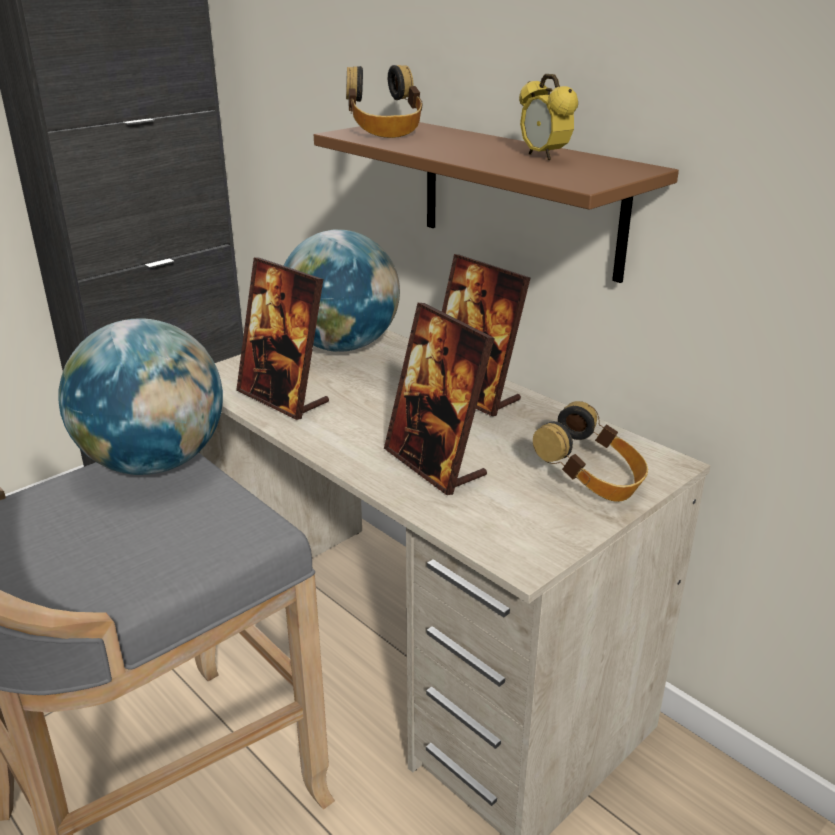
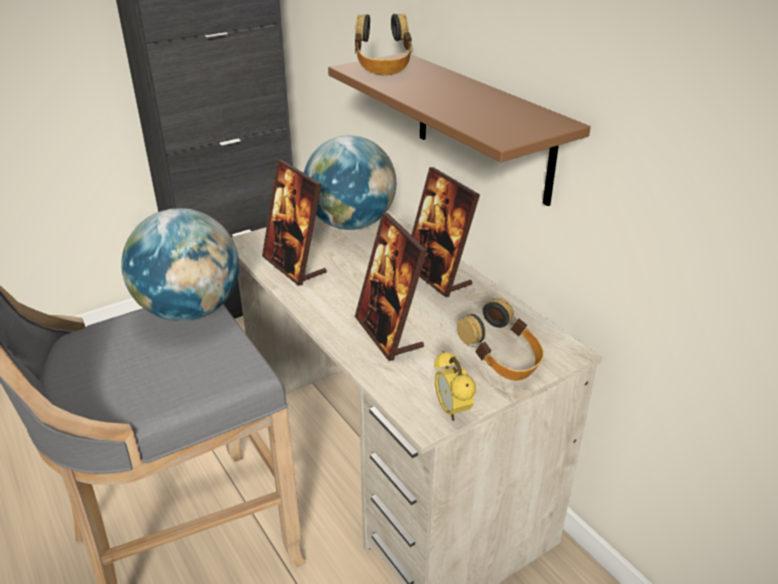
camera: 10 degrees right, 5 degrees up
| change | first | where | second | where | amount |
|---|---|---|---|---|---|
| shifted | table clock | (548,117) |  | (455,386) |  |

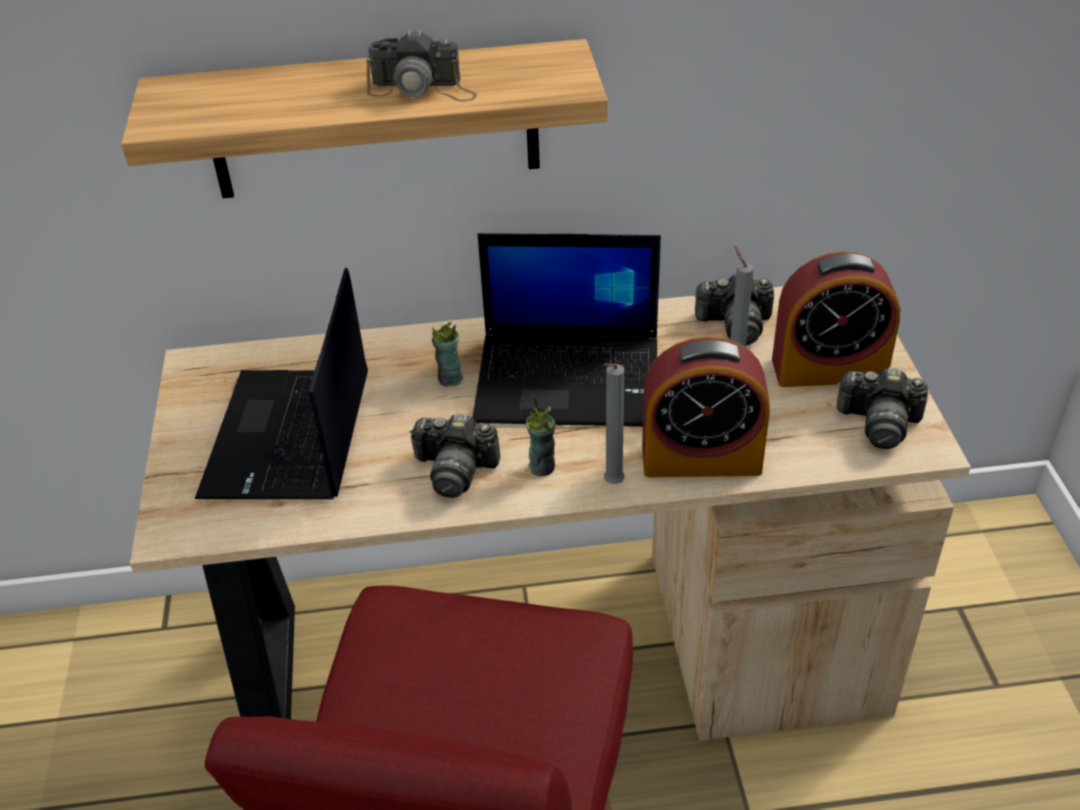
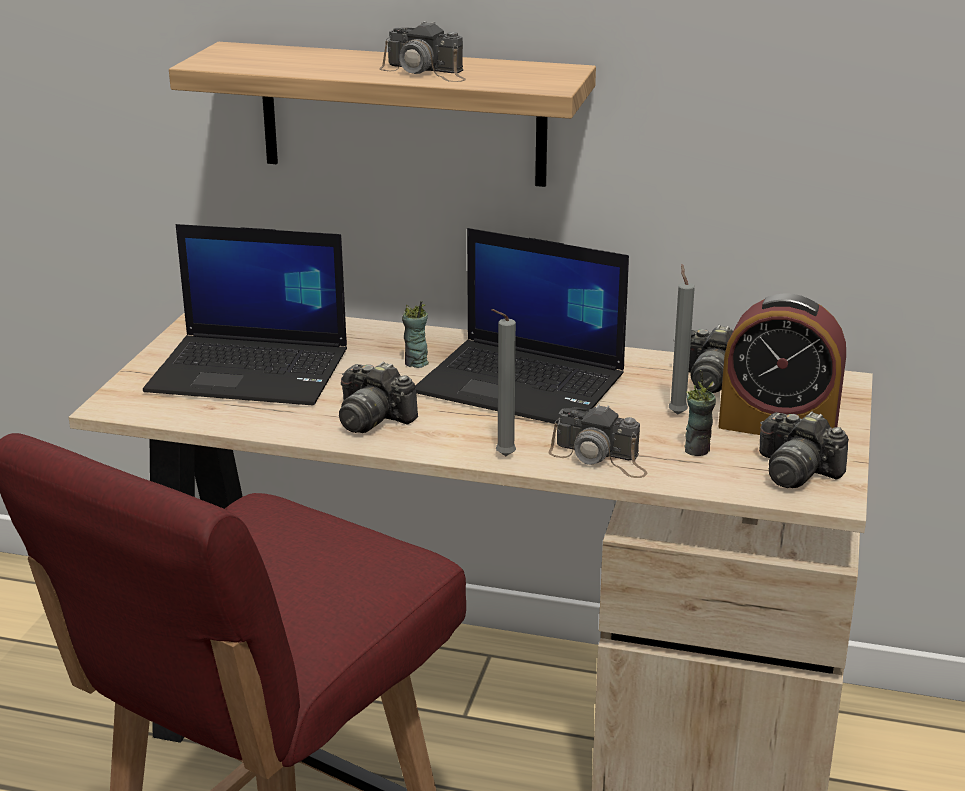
camera: 20 degrees right, 15 degrees down
| change | first | where | second | where | amount |
|---|---|---|---|---|---|
| rotated | portable computer | (281,383) |  | (245,314) | 105 degrees counterclockwise |
| swapped | table clock | (706,407) | photo camera | (598,441) |  |
| shifted | drinking cup | (541,436) |  | (700,413) |  |

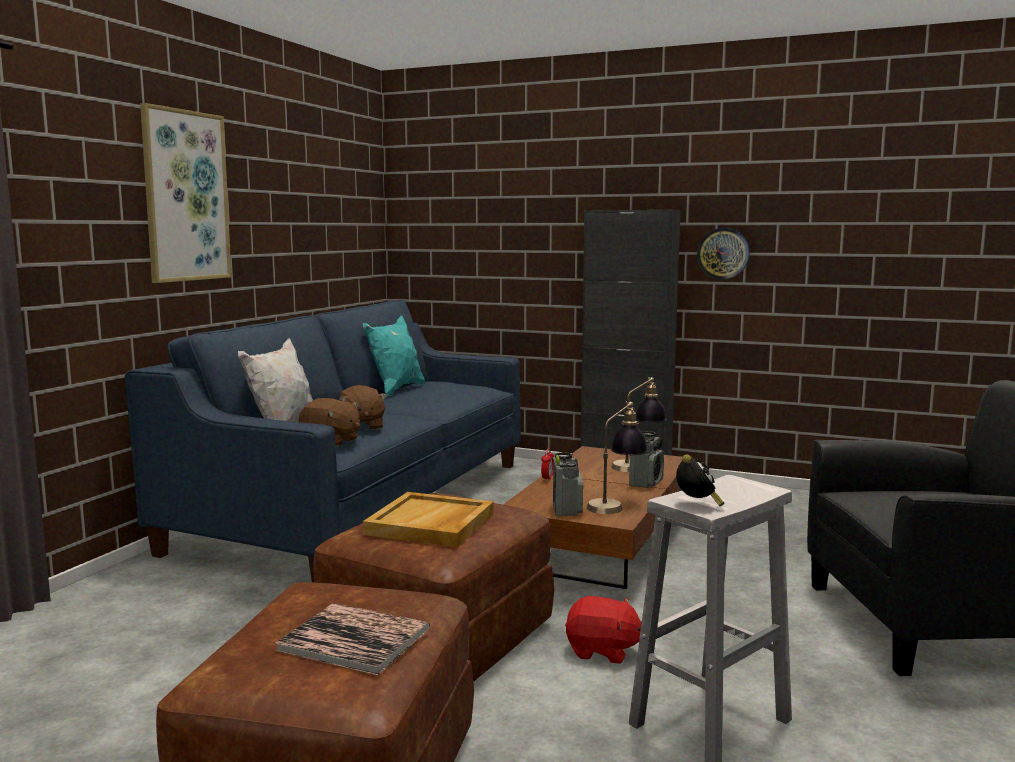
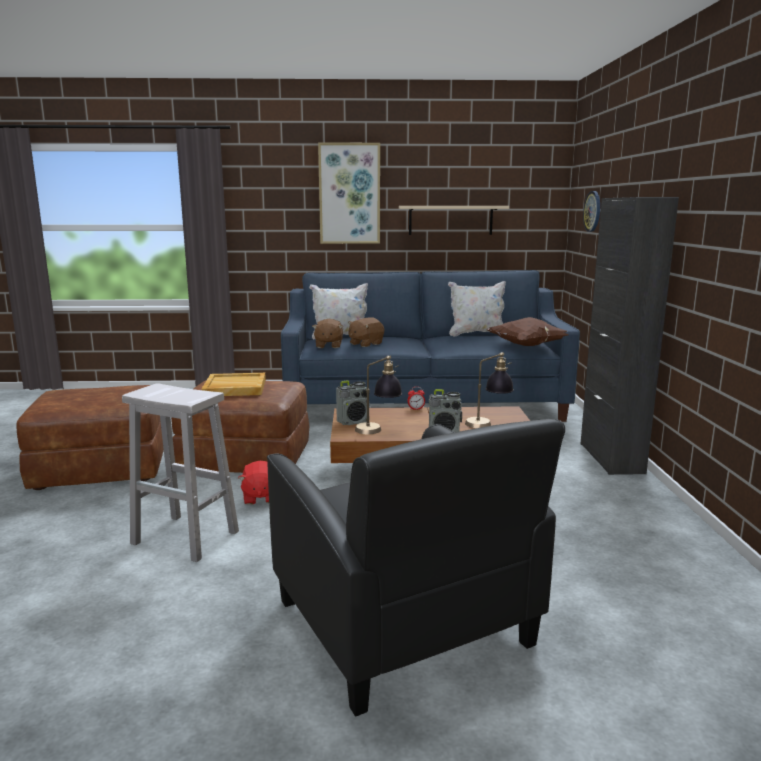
camera: 65 degrees right, 5 degrees up
| change | first | where | second | where | amount |
|---|---|---|---|---|---|
| new |  |  | beige shelf | (454,220) |  |
| repainted | turquoise cushion | (394,355) | whitish cushion | (477,309) |  |
| new |  |  | brownish cushion | (527,331) |  |
| shifted | clock on the wall | (723,254) |  | (591,211) |  |
| gone | volume | (353,639) |  |  |  |
| gone | table clock | (700,480) |  |  |  |

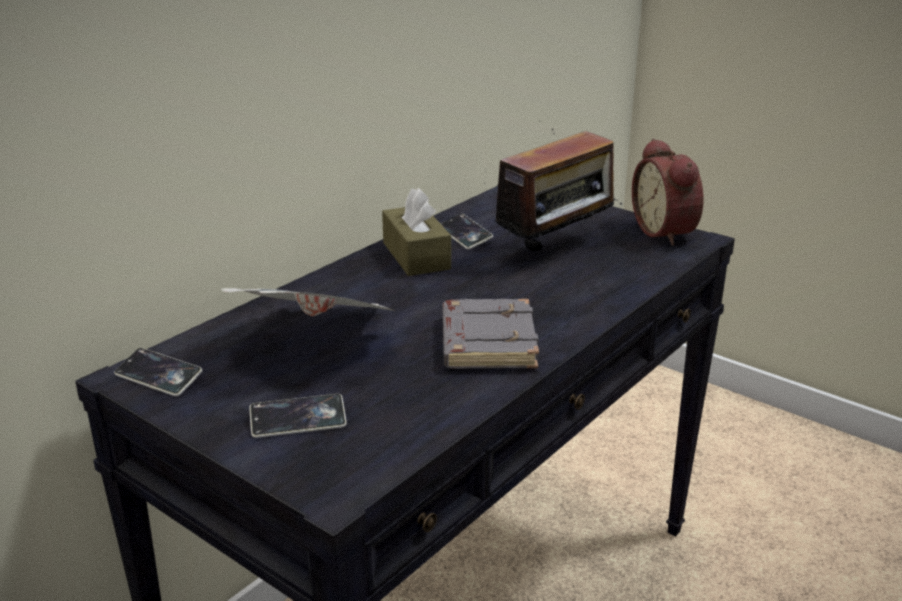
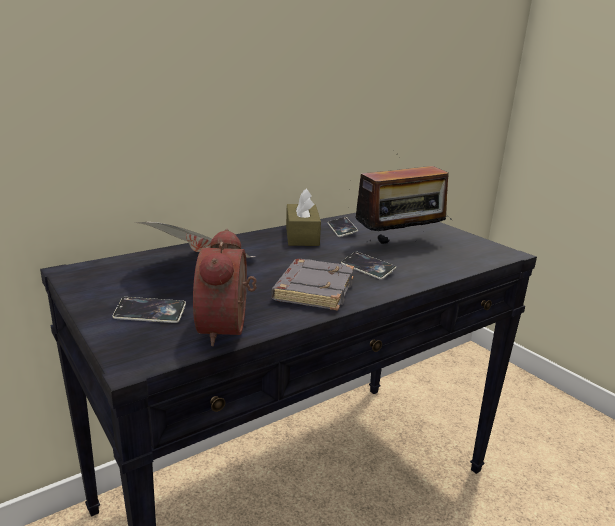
camera: 15 degrees right, 5 degrees down
| change | first | where | second | where | amount |
|---|---|---|---|---|---|
| shifted | table clock | (668,192) |  | (225,288) |  |
| shifted | handset | (158,372) |  | (368,266) |  |

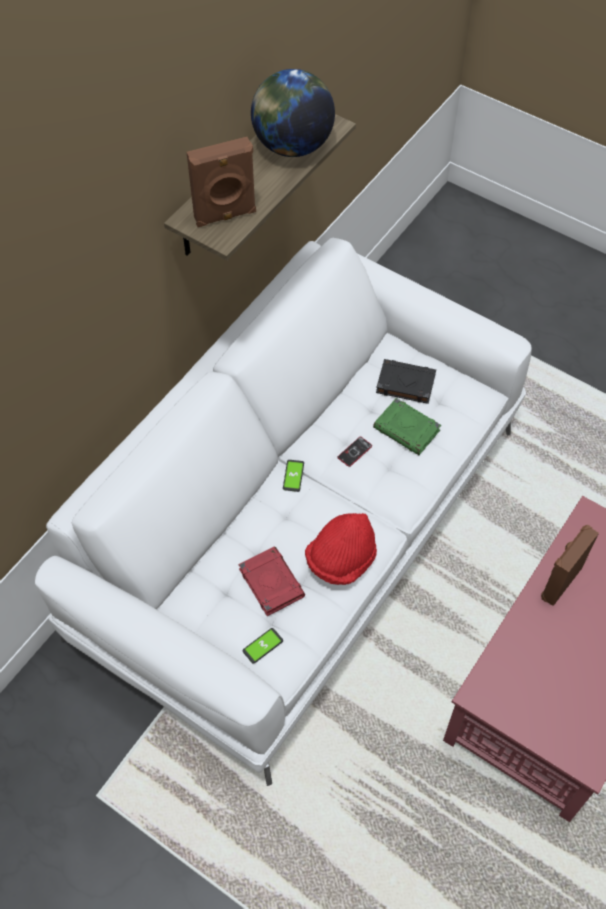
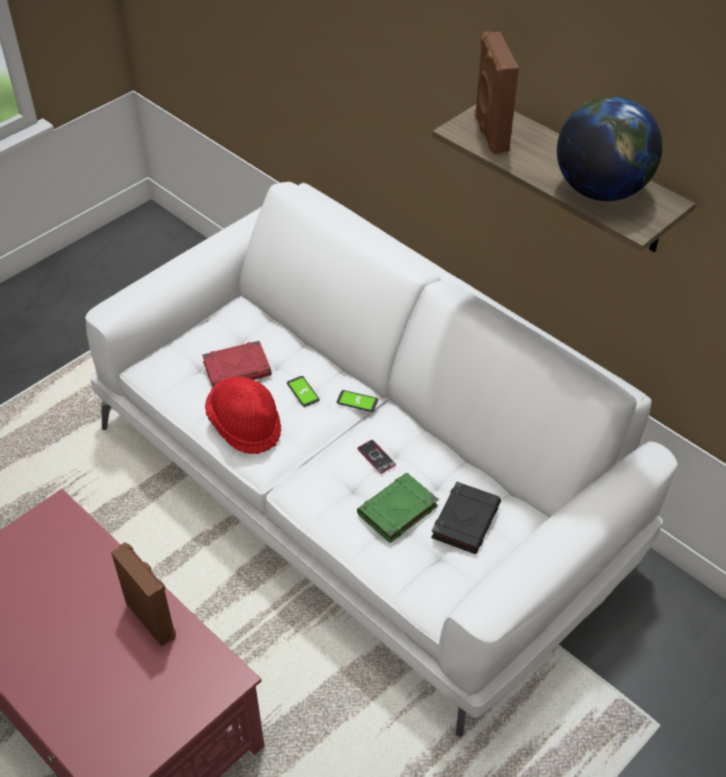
camera: 100 degrees right, 10 degrees down
| change | first | where | second | where | amount |
|---|---|---|---|---|---|
| shifted | handset | (263,646) |  | (303,391) |  |

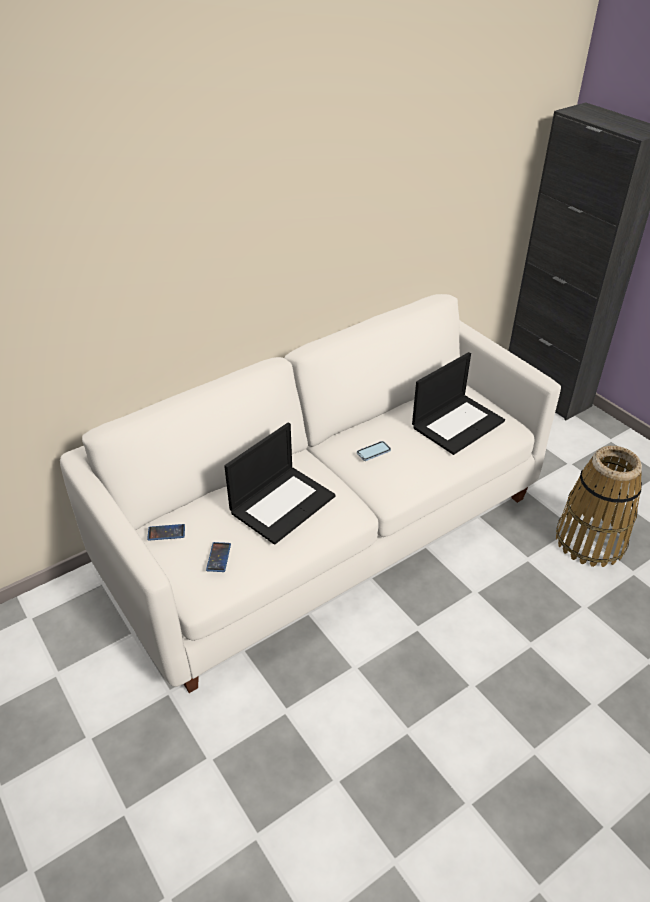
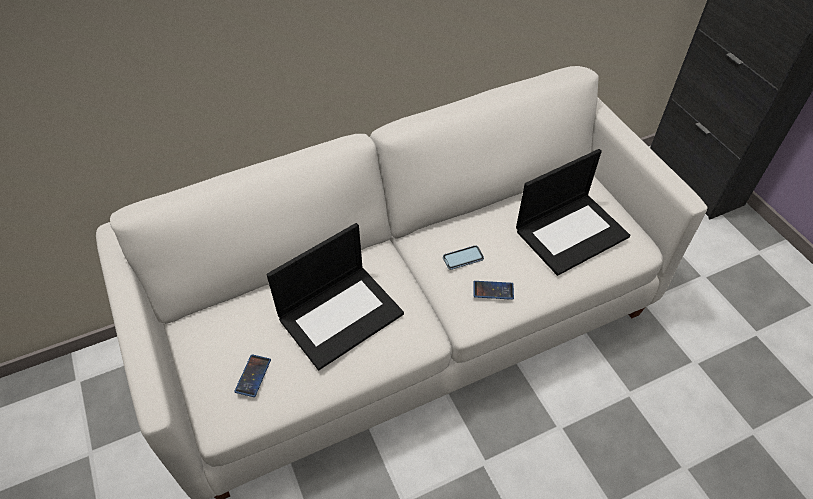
camera: 10 degrees right, 10 degrees up
| change | first | where | second | where | amount |
|---|---|---|---|---|---|
| shifted | handset | (166,532) |  | (493,290) |  |
| gone | storage basket | (599,506) |  |  |  |

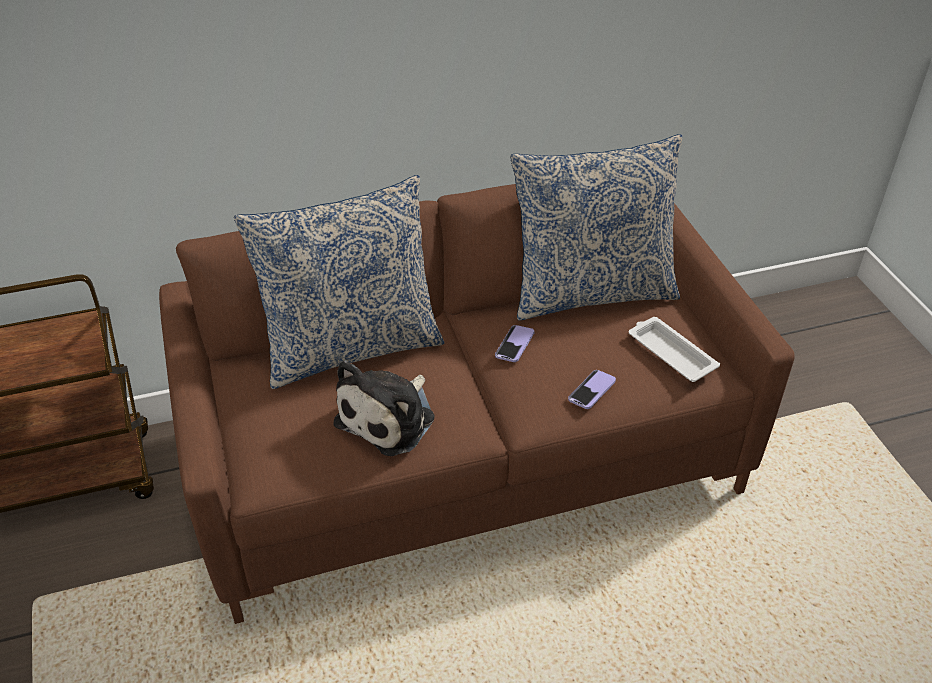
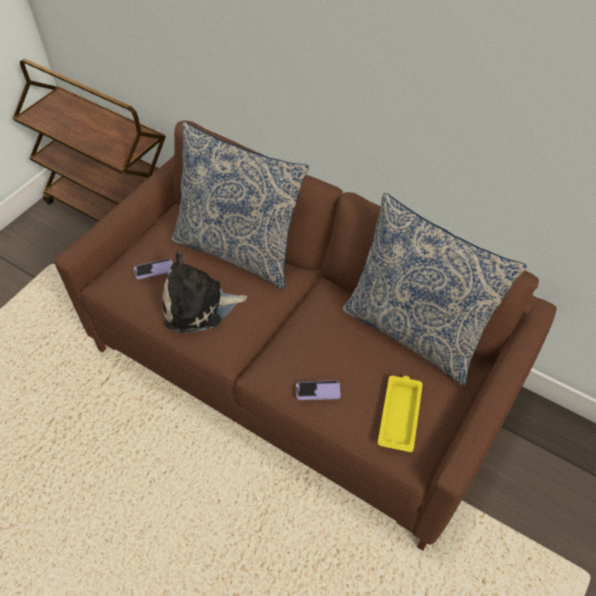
camera: 50 degrees right, 10 degrees up
| change | first | where | second | where | amount |
|---|---|---|---|---|---|
| shifted | handset | (514,343) |  | (153,269) |  |
| repainted | whitish tray | (674,349) | yellowish tray | (400,414) |  |

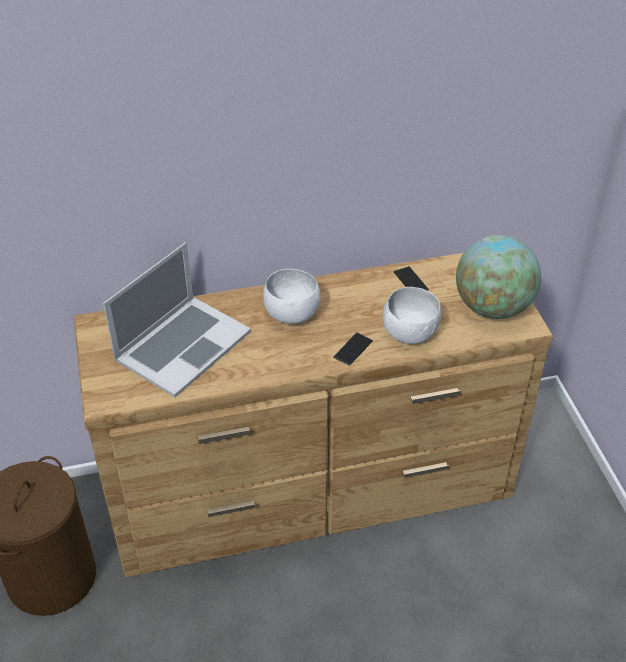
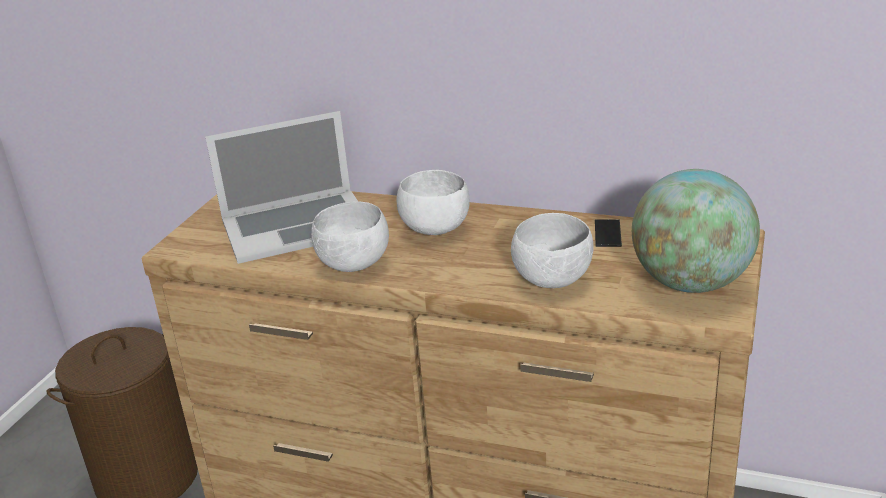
camera: 35 degrees right, 15 degrees down
| change | first | where | second | where | amount |
|---|---|---|---|---|---|
| new |  |  | whitish serving bowl | (350,237) |  |
| gone | handset | (353,349) |  |  |  |

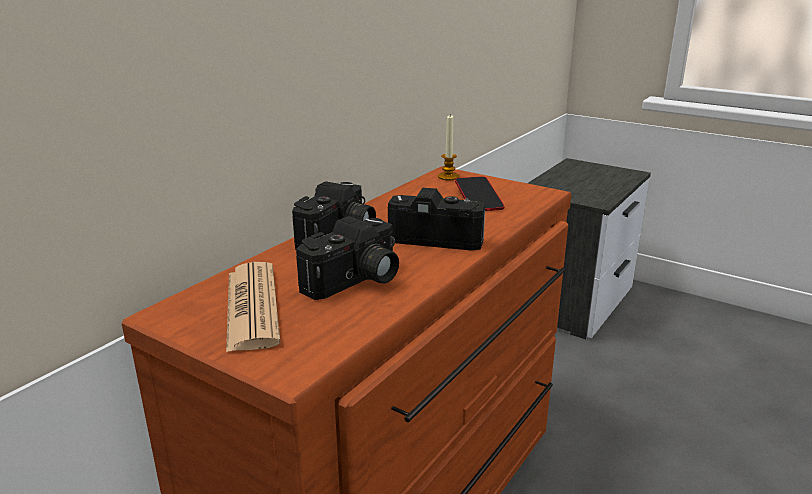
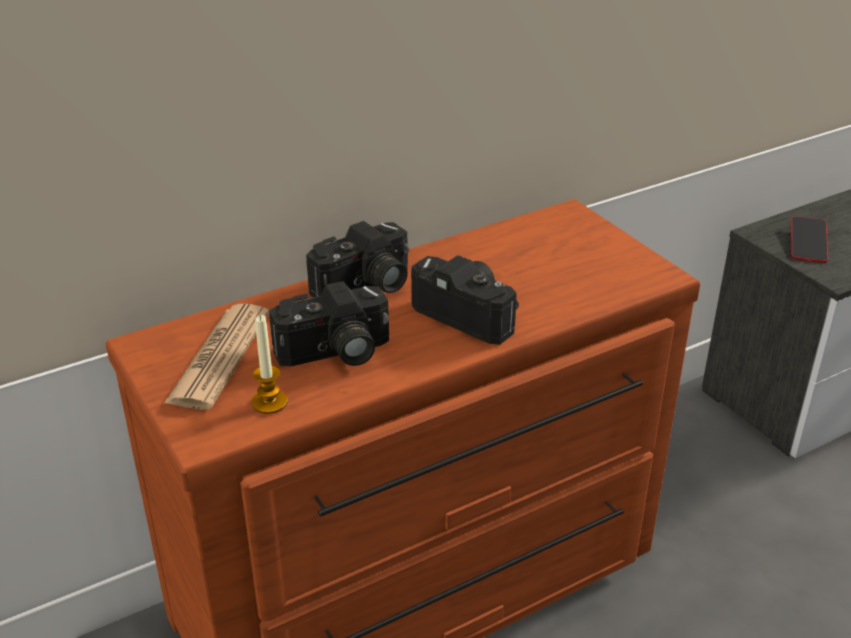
camera: 25 degrees right, 10 degrees up
| change | first | where | second | where | amount |
|---|---|---|---|---|---|
| shifted | wax candle | (448,147) |  | (270,364) |  |
| shifted | handset | (480,193) |  | (809,239) |  |

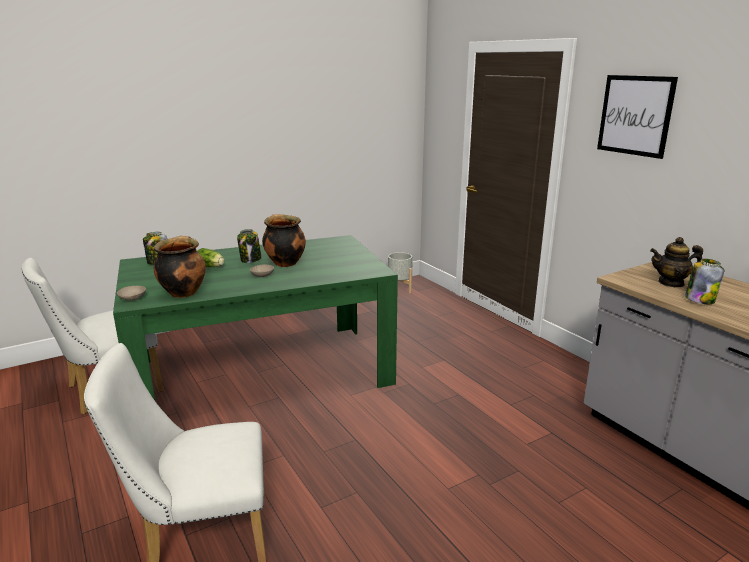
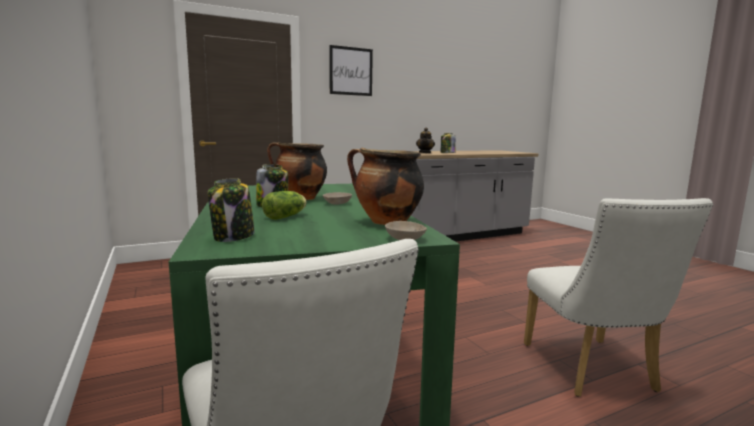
camera: 85 degrees left, 10 degrees down
| change | first | where | second | where | amount |
|---|---|---|---|---|---|
| gone | gray plant pot | (400,272) |  |  |  |

